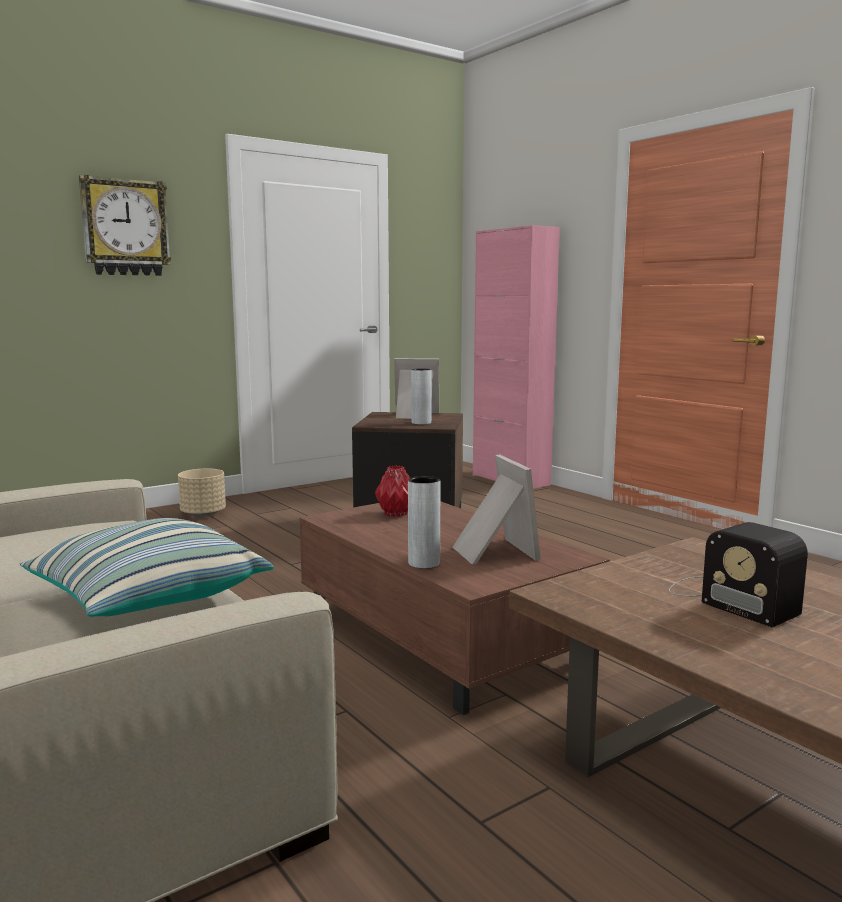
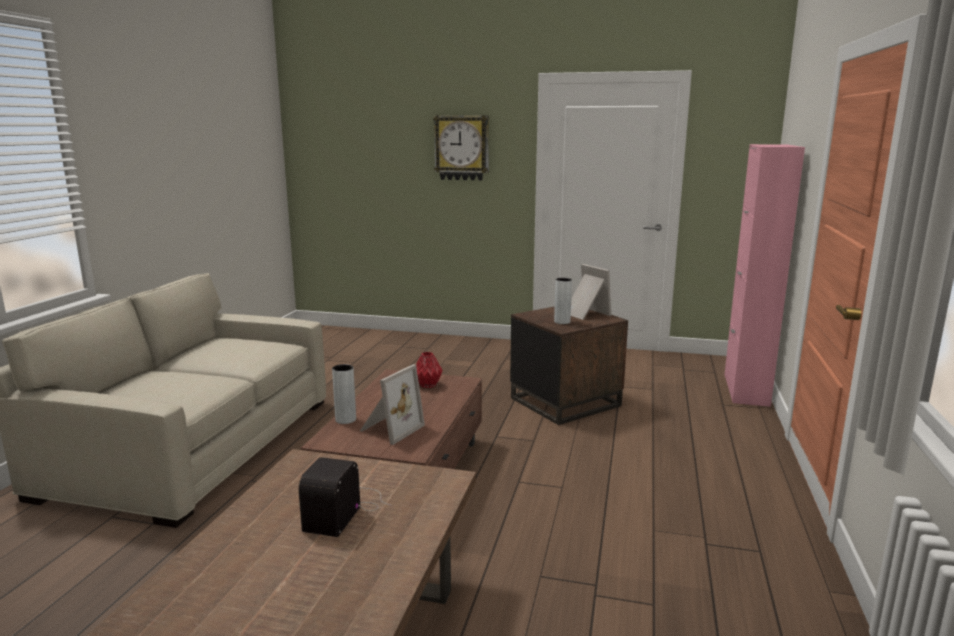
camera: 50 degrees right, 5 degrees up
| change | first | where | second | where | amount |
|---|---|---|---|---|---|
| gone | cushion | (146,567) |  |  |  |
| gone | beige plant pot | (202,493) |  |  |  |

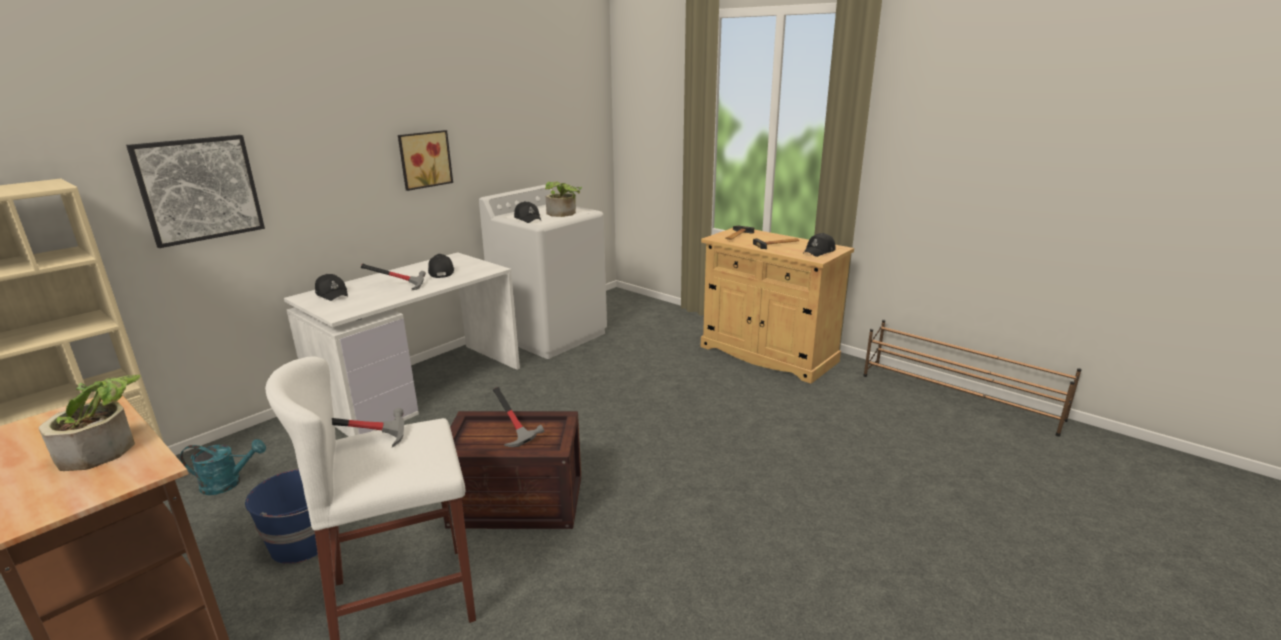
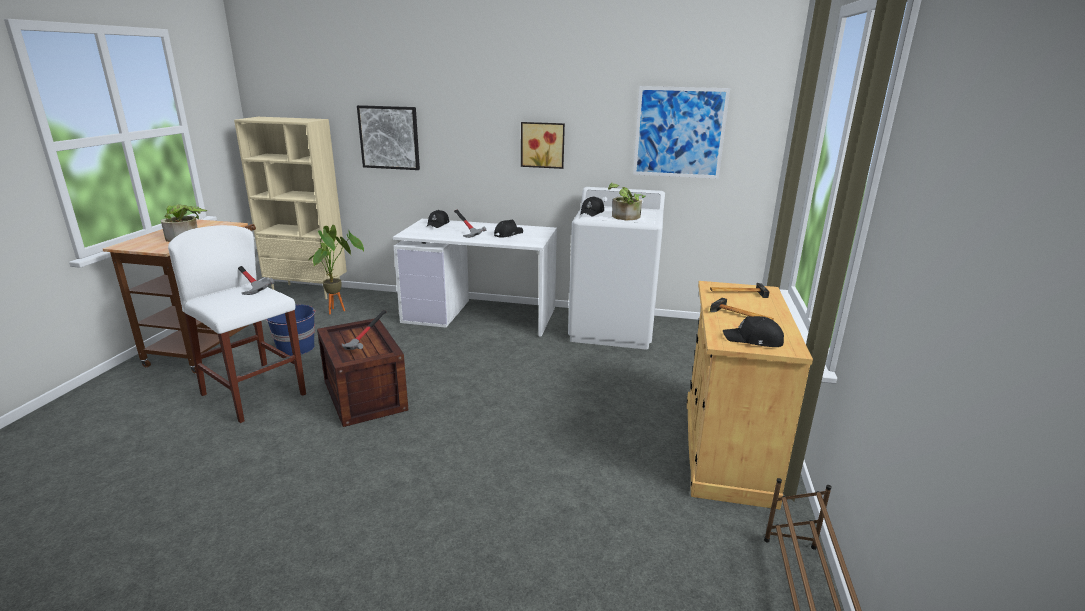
camera: 60 degrees right, 0 degrees up
| change | first | where | second | where | amount |
|---|---|---|---|---|---|
| swapped | turquoise sprinkling can | (223,467) | plant in a pot | (336,269) |  |
| new |  |  | wall picture | (681,132) |  |

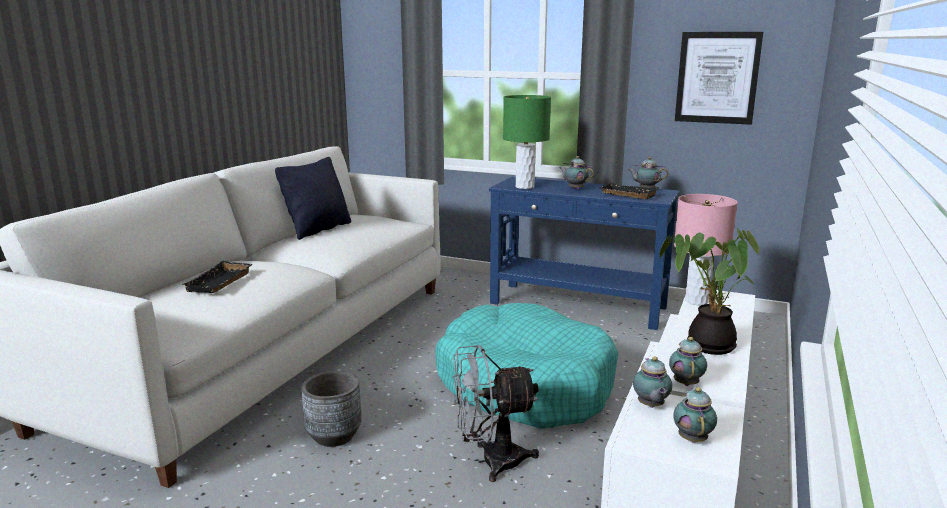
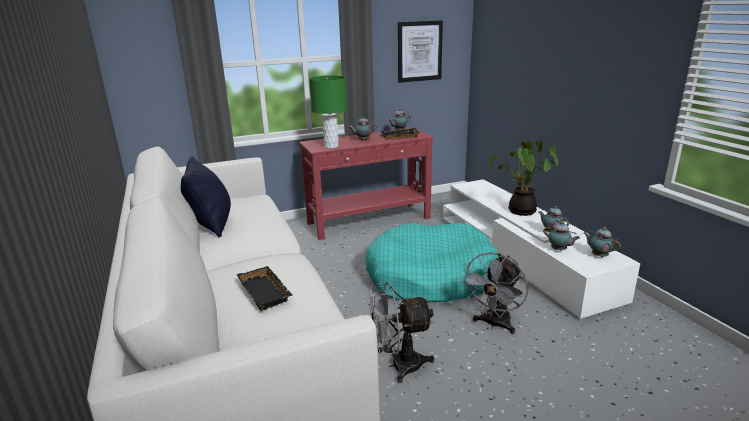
camera: 45 degrees left, 5 degrees up
| change | first | where | second | where | amount |
|---|---|---|---|---|---|
| repainted | blue narrow table | (584,253) | red-coloured narrow table | (366,184) |  |
| swapped | gray plant pot | (331,409) | gray cooling fan | (401,332) |  |
| gone | pinkish table lamp | (706,249) |  |  |  |

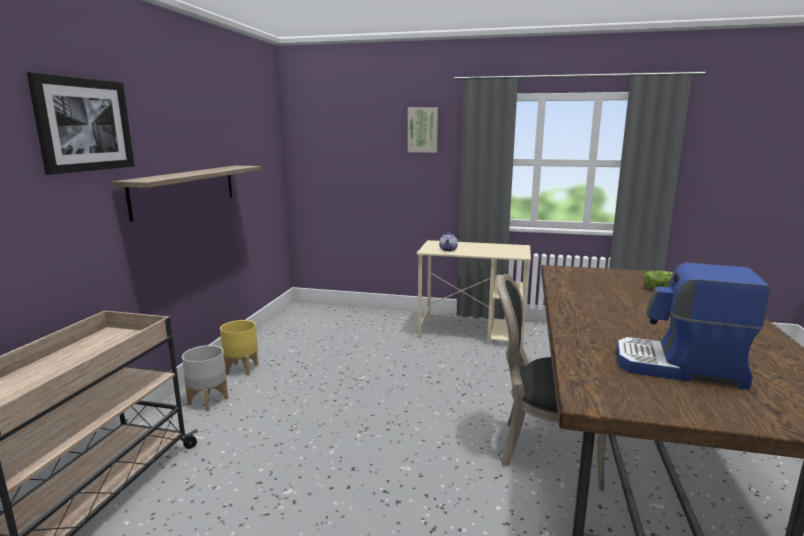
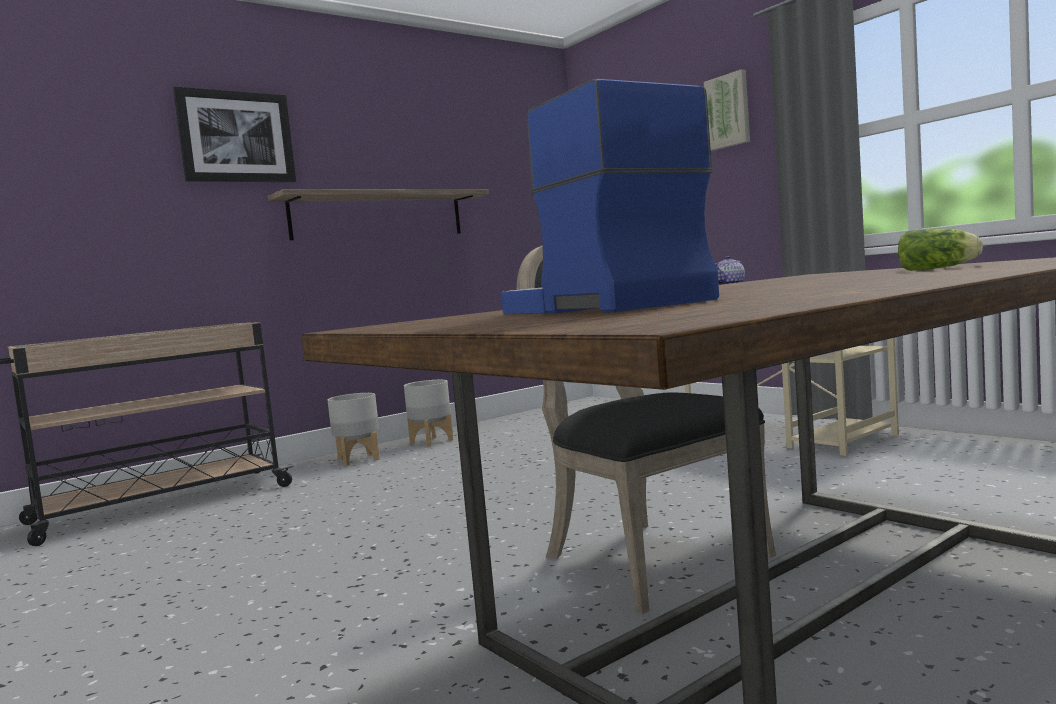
camera: 40 degrees right, 10 degrees down
| change | first | where | second | where | amount |
|---|---|---|---|---|---|
| repainted | yellowish plant pot | (239,348) | gray plant pot | (428,413) |  |

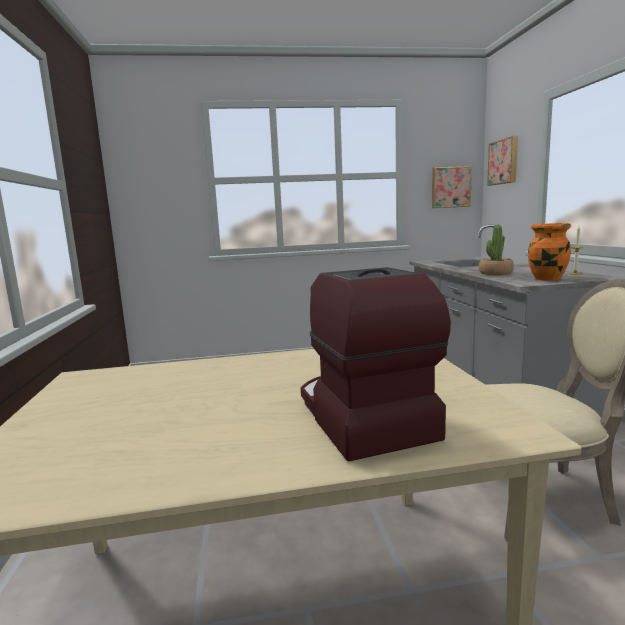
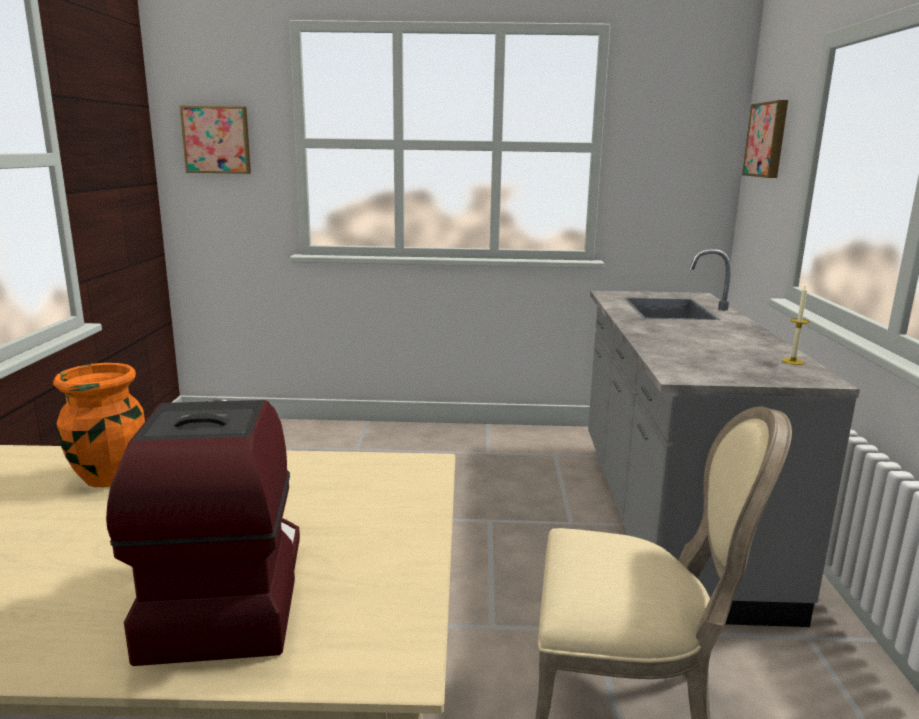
camera: 10 degrees right, 5 degrees up
| change | first | where | second | where | amount |
|---|---|---|---|---|---|
| shifted | orange decorative vase | (549,252) |  | (99,425) |  |
| shifted | wall picture | (452,187) |  | (215,139) |  |
| gone | plant in a pot | (496,249) |  |  |  |

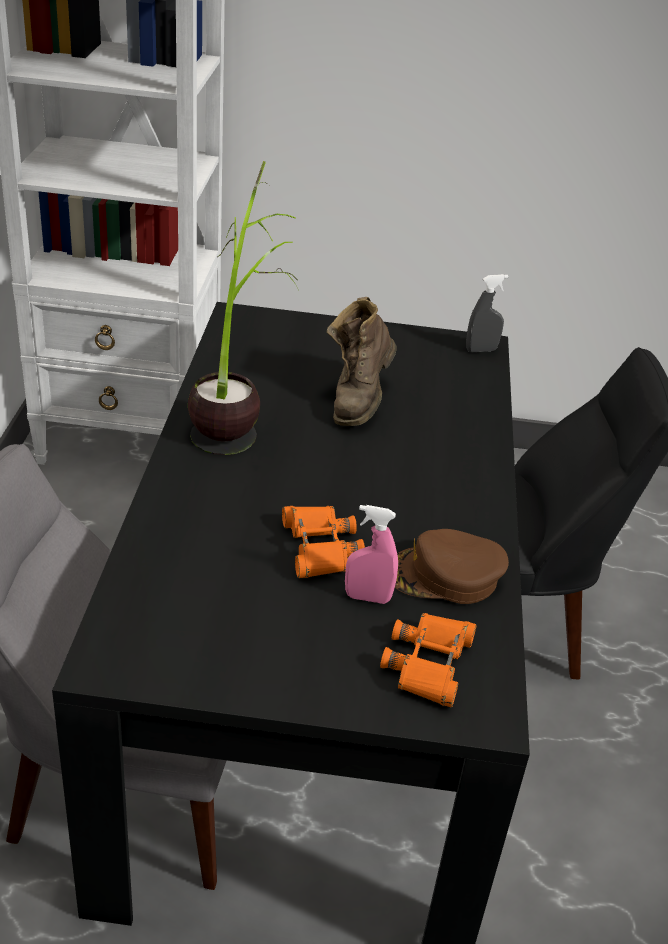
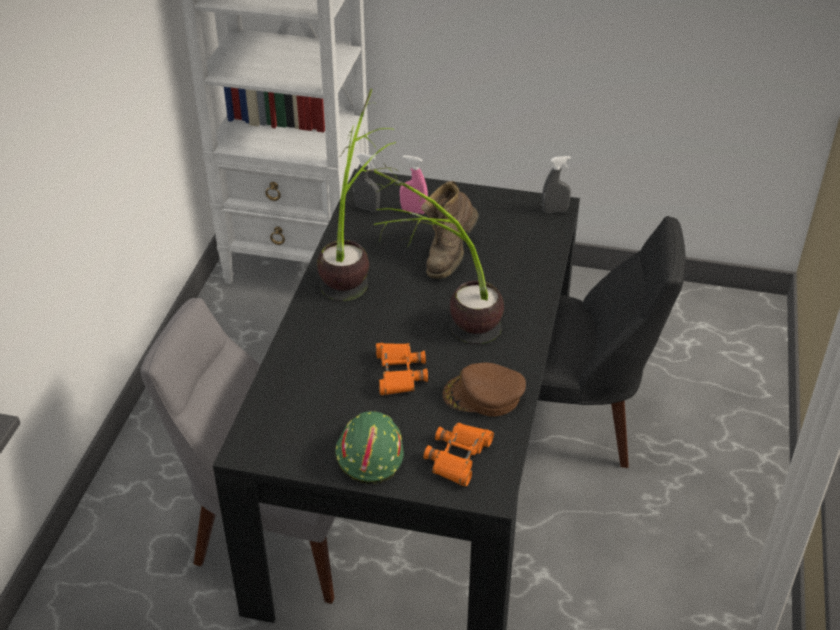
camera: 10 degrees right, 5 degrees up
| change | first | where | second | where | amount |
|---|---|---|---|---|---|
| new |  |  | greenish hard hat | (369,447) |  |
| new |  |  | gray sprayer | (366,182) |  |
| new |  |  | plant in a pot | (439,257) |  |
| shifted | pinkish sprayer | (371,554) |  | (414,184) |  |

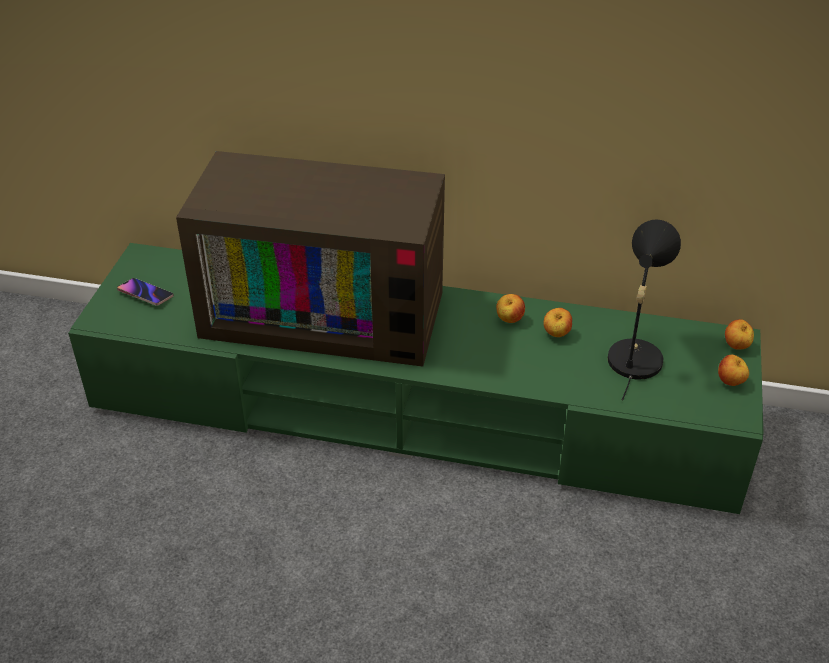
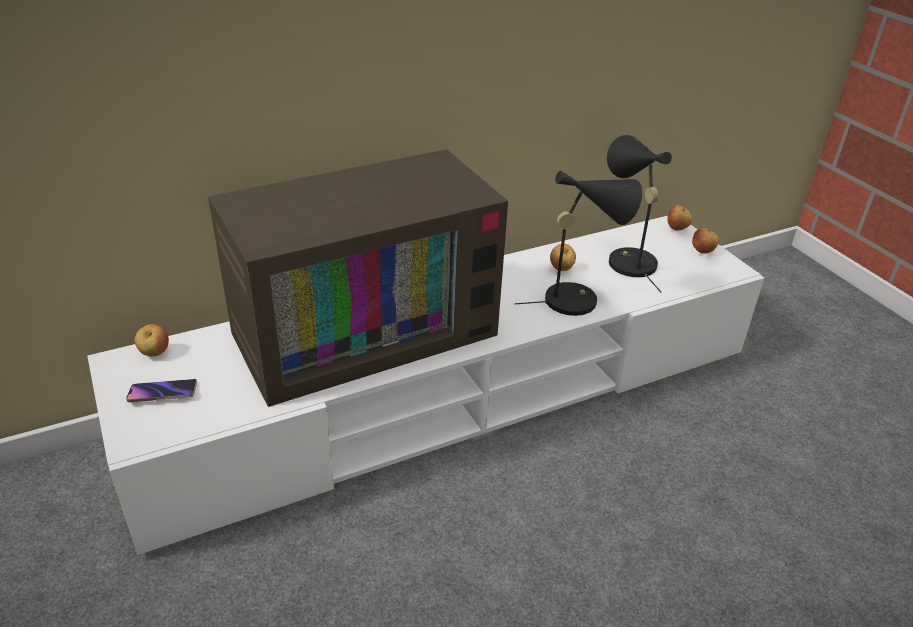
camera: 40 degrees left, 5 degrees down
| change | first | where | second | where | amount |
|---|---|---|---|---|---|
| repainted | greenish tv stand | (416,378) | whitish tv stand | (425,385) |  |
| shifted | apple | (510,308) |  | (151,340) |  |
| new |  |  | blackish table lamp | (578,243) |  |

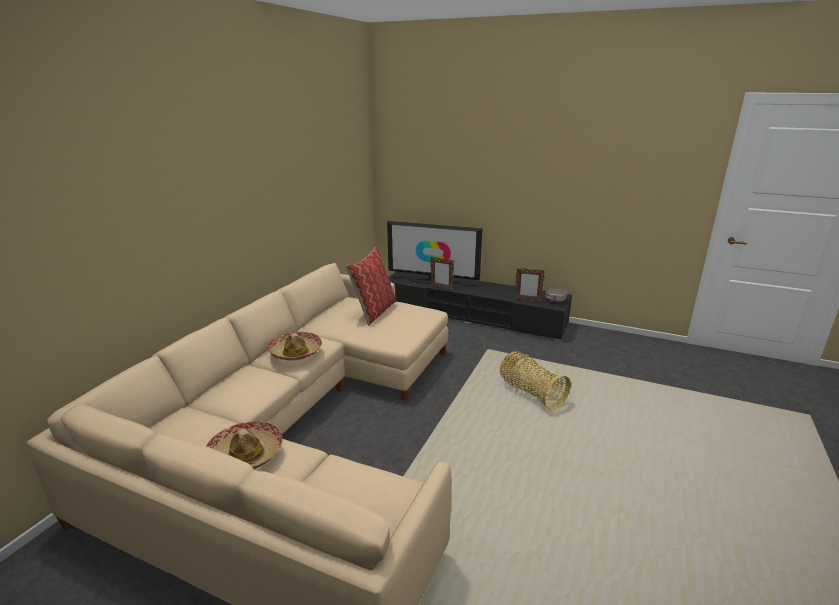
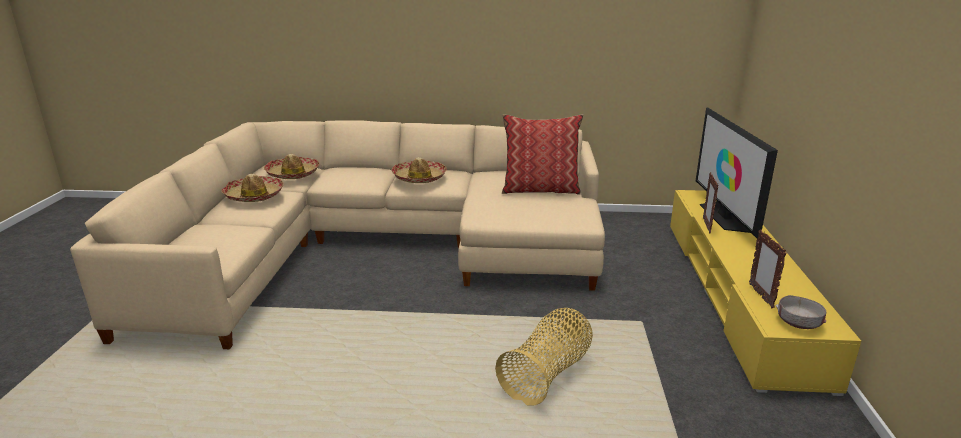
camera: 70 degrees right, 0 degrees up
| change | first | where | second | where | amount |
|---|---|---|---|---|---|
| new |  |  | clothing hat | (292,166) |  |
| repainted | blackish tv stand | (480,306) | yellowish tv stand | (765,293) |  |

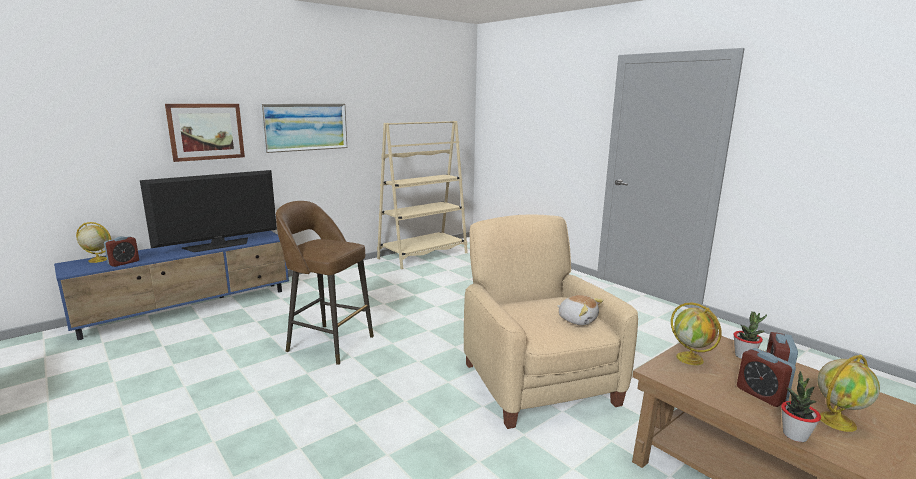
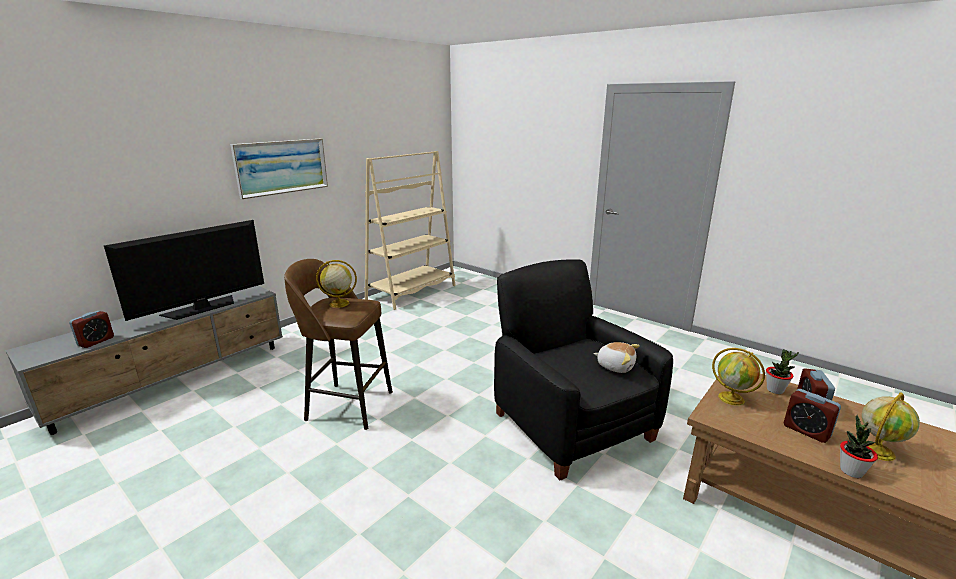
camera: 10 degrees left, 5 degrees up
| change | first | where | second | where | amount |
|---|---|---|---|---|---|
| repainted | blue tv stand | (171,285) | gray tv stand | (144,360) |  |
| shifted | globe | (93,242) |  | (336,284) |  |
| repainted | beige easy chair | (551,322) | blackish easy chair | (583,369) |  |
| gone | wall picture | (205,133) |  |  |  |

